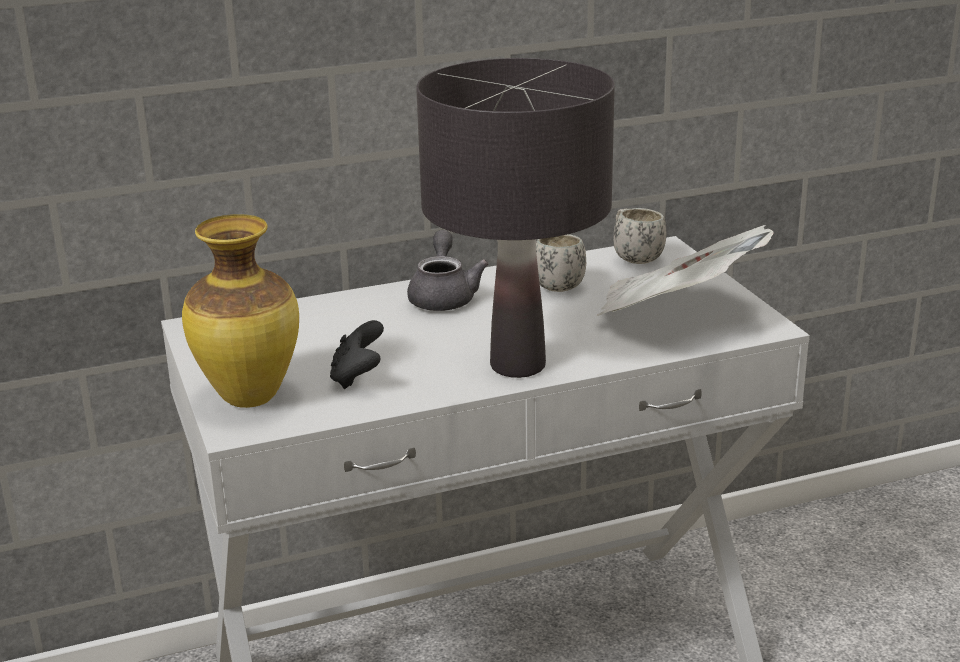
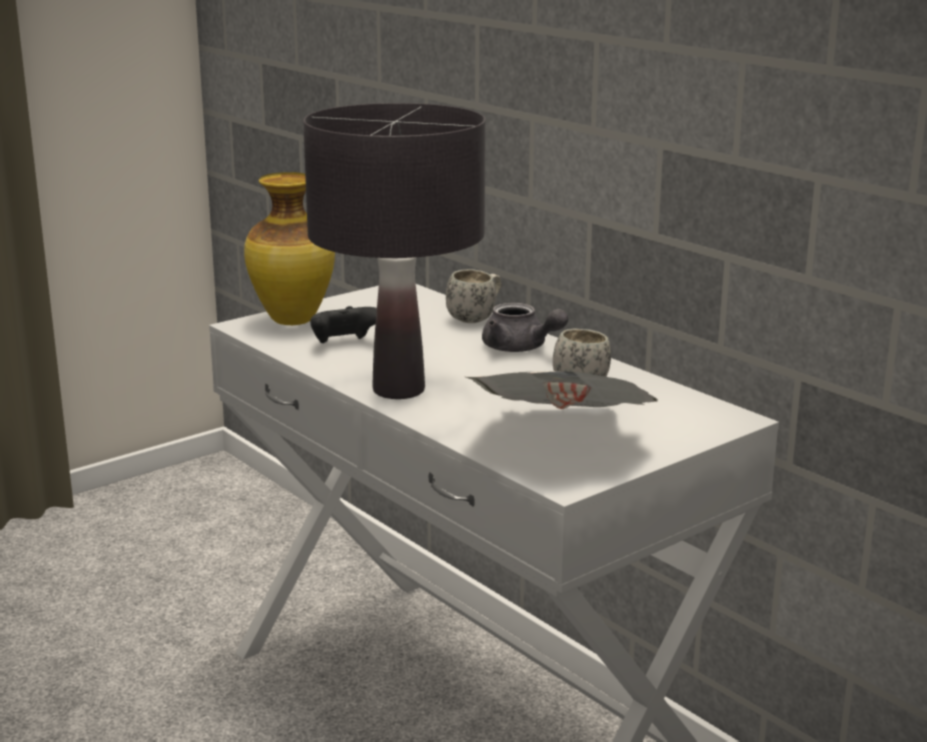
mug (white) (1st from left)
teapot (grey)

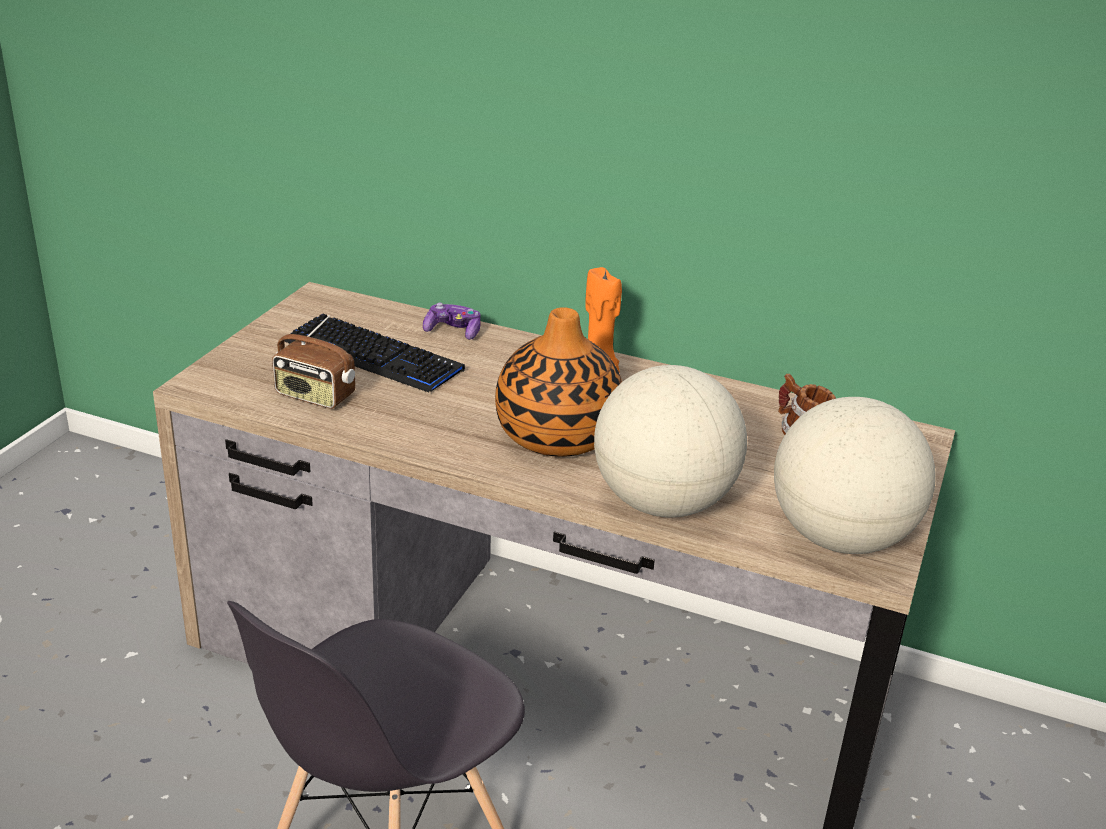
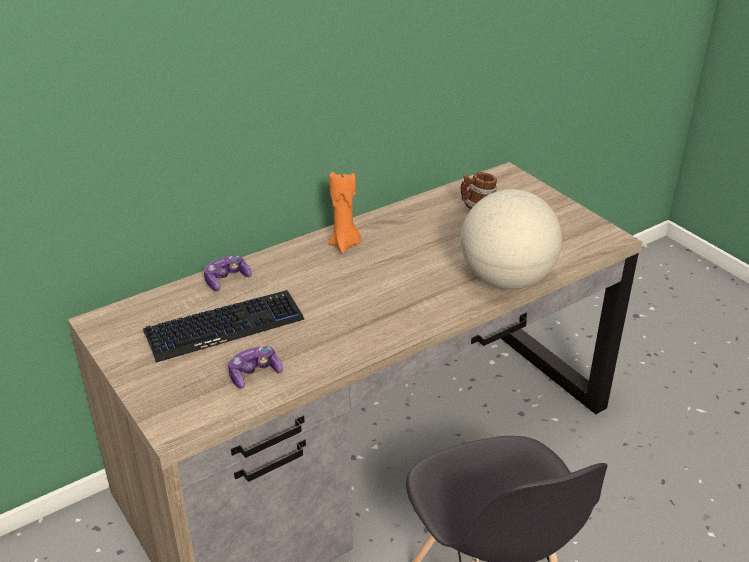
game controller (2nd from left)
vase
globe (2nd from left in the first image)

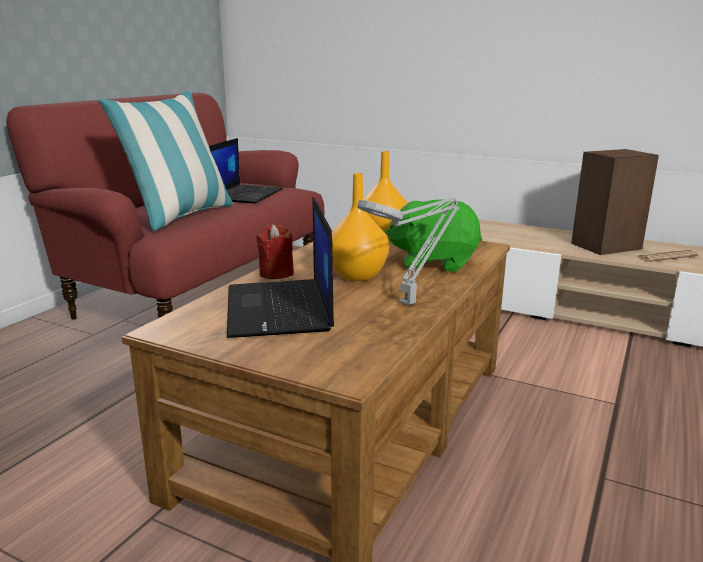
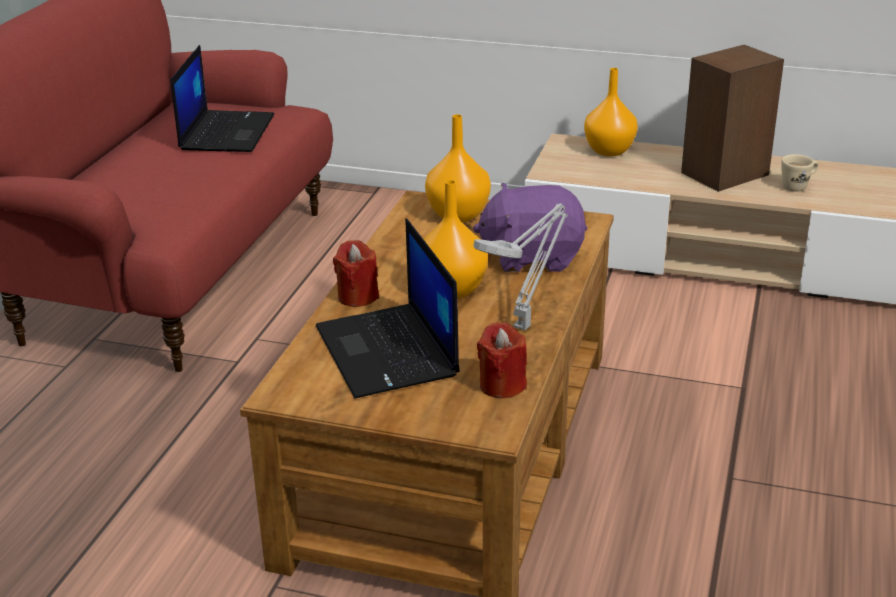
plush toy (purple)
candle (red) (2nd from left)
vase (orange) (3rd from left)
mug (beige)
pillow

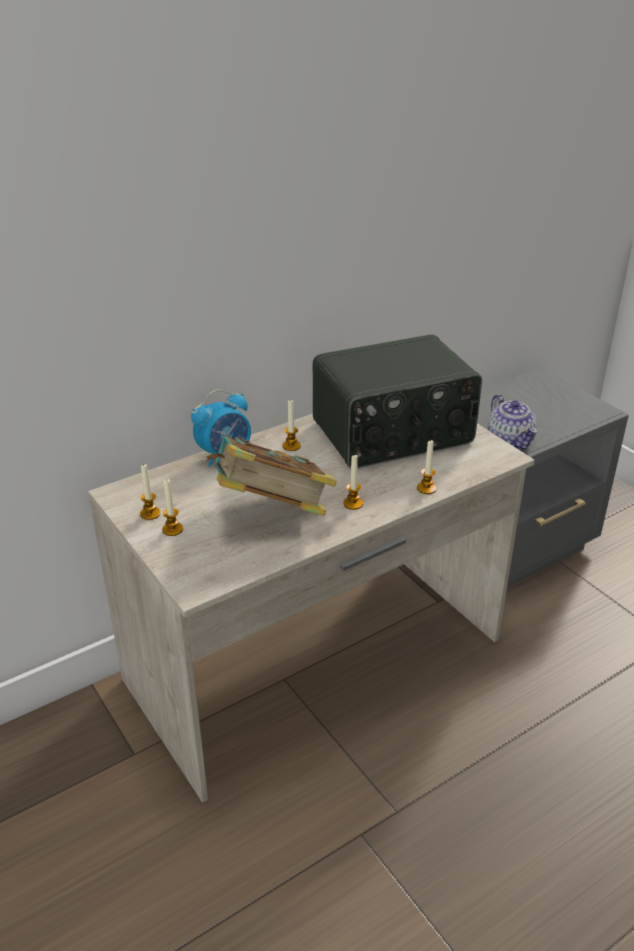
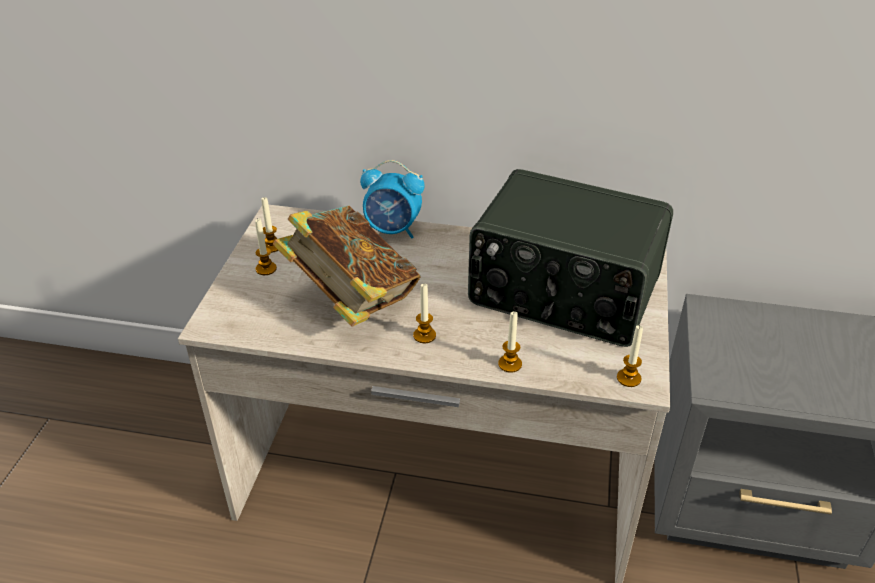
candle (5th from left)
teapot

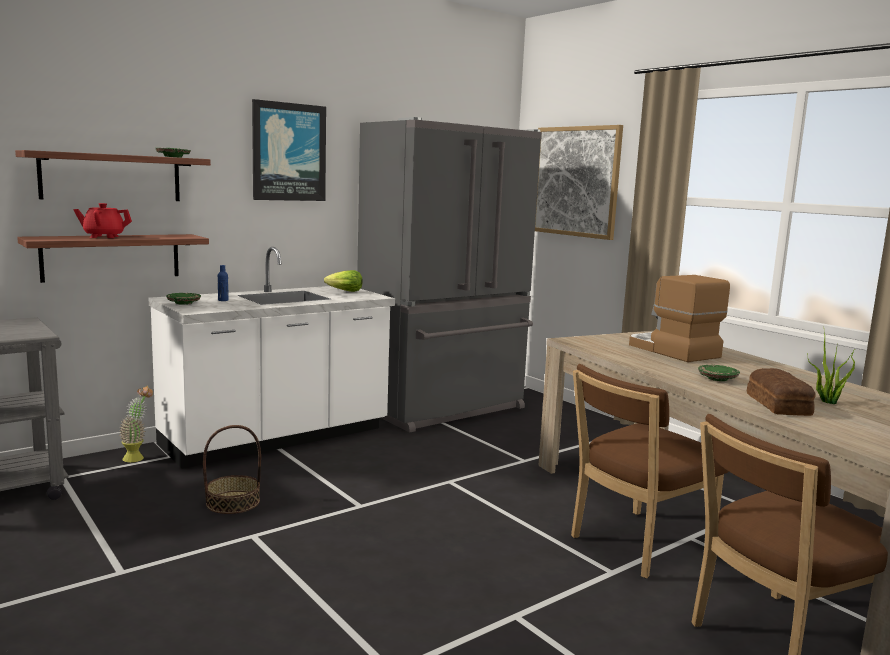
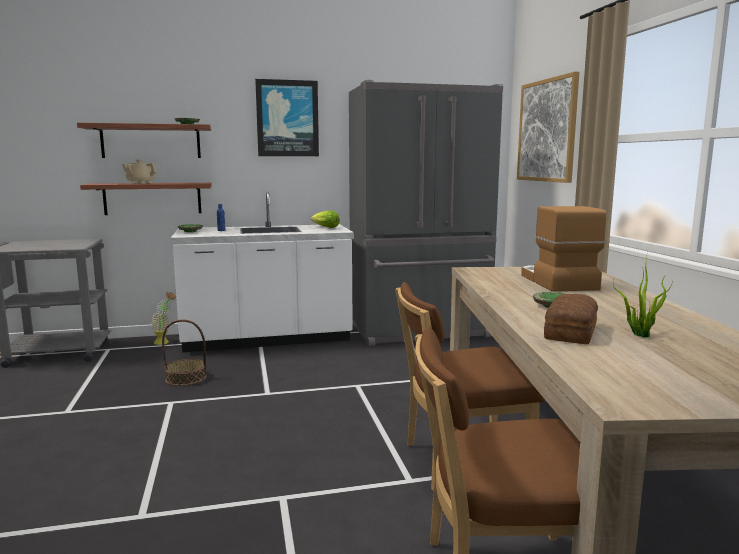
teapot (beige)

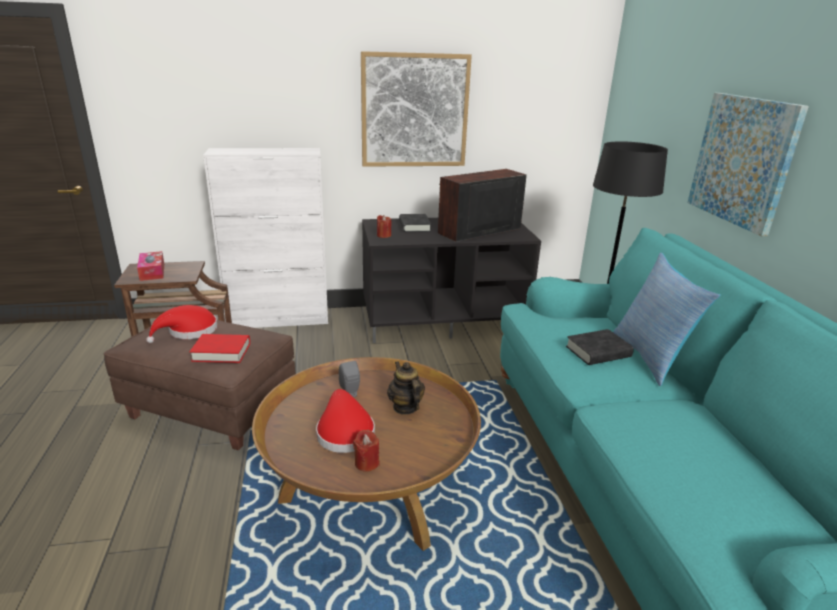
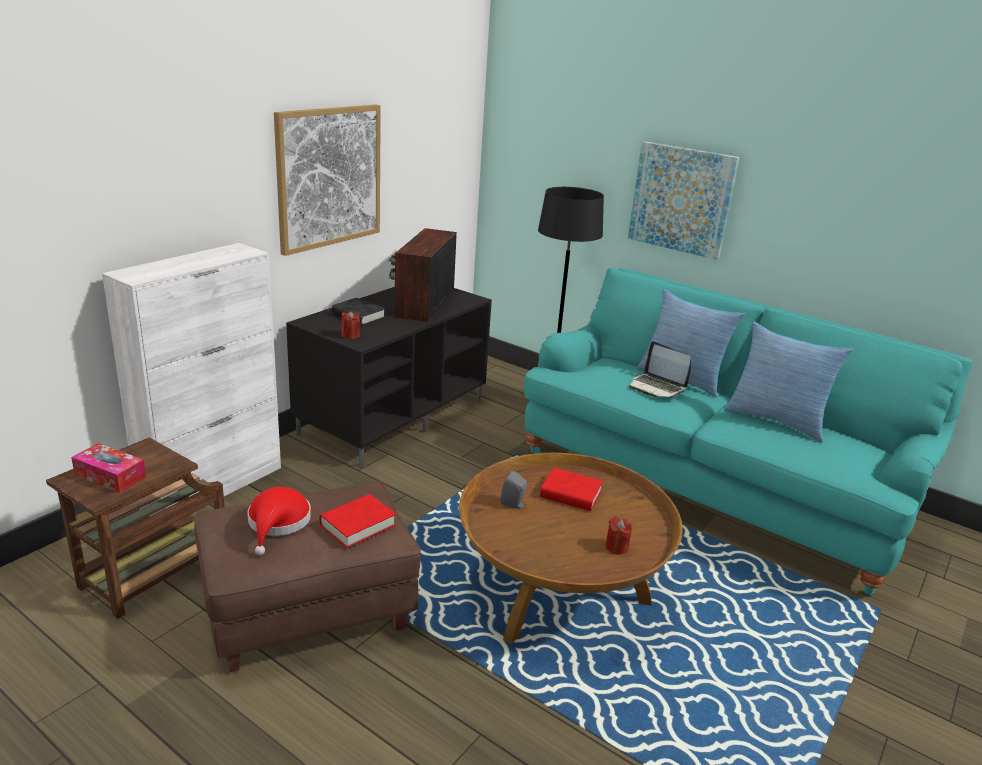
book (red) (2nd from left)
laptop
pillow (2nd from left)
hat (red) (2nd from left in the first image)

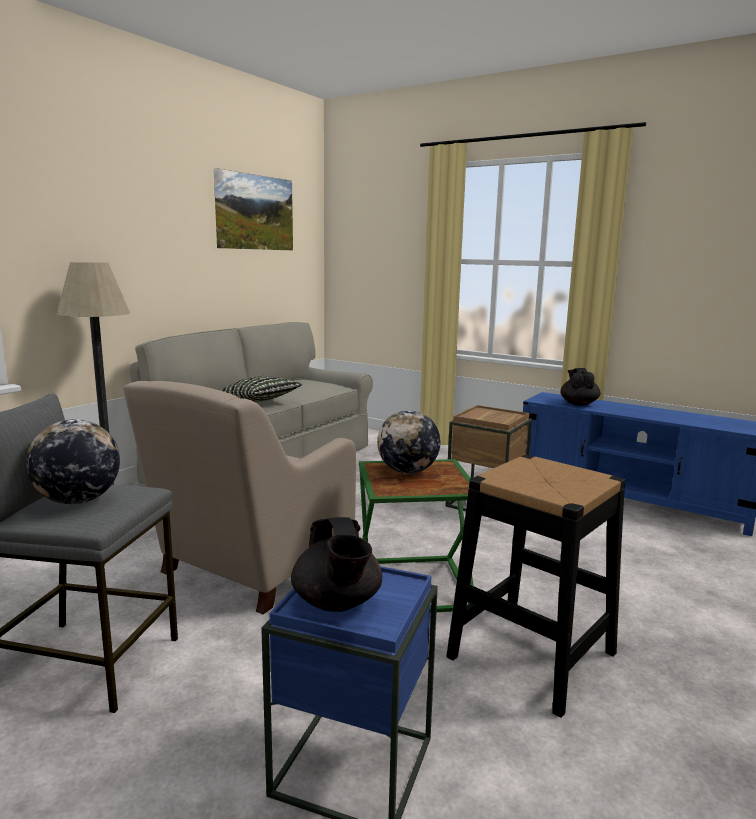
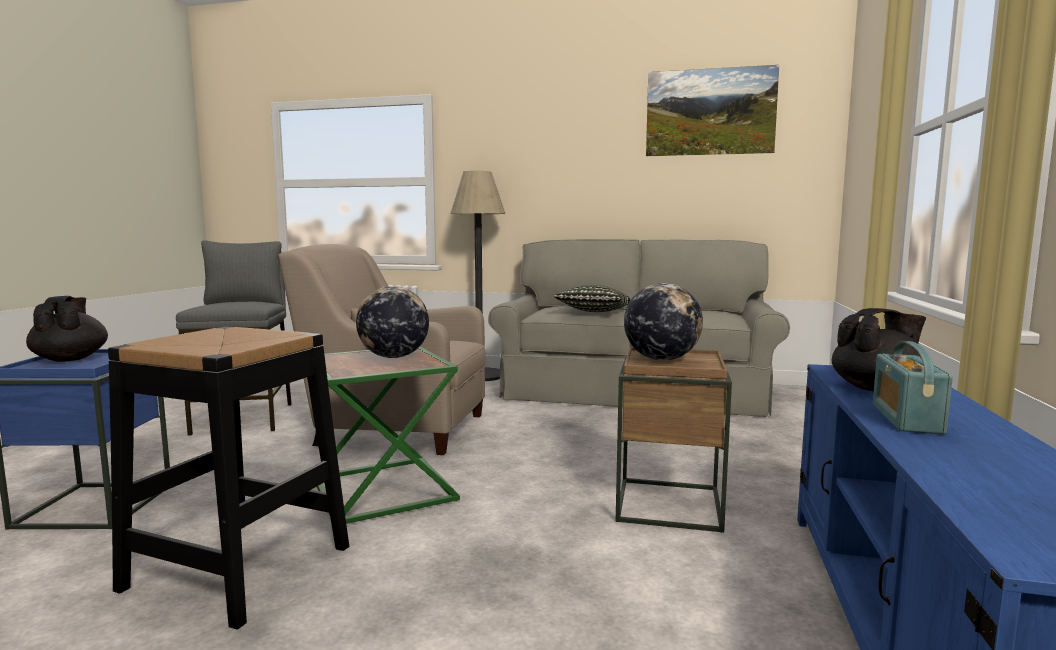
teapot (black) (1st from left)
globe (2nd from left)
radio

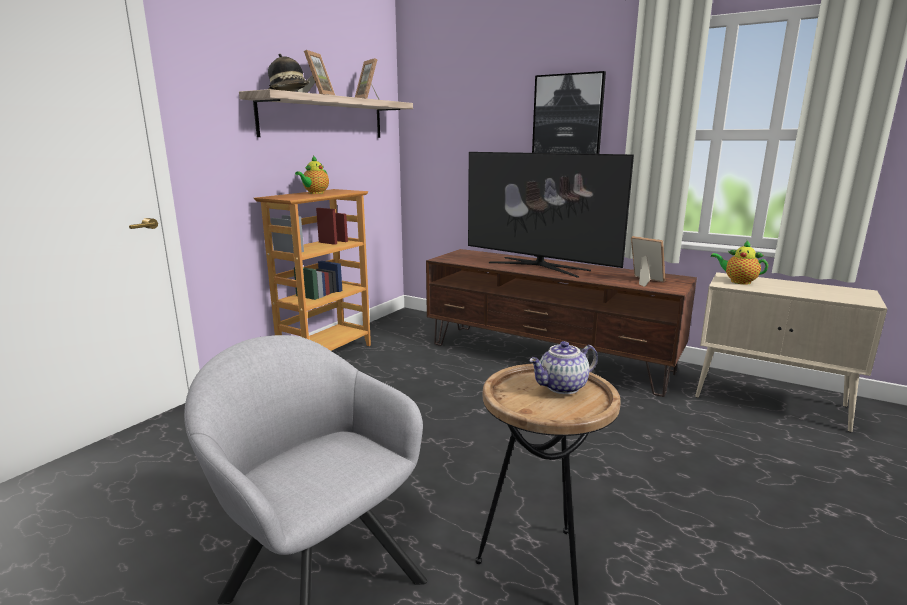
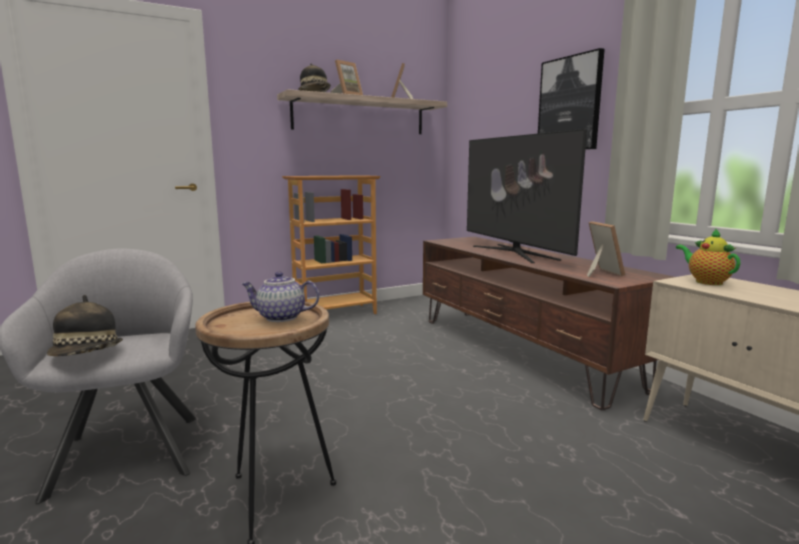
hat (1st from left)
teapot (1st from left in the first image)

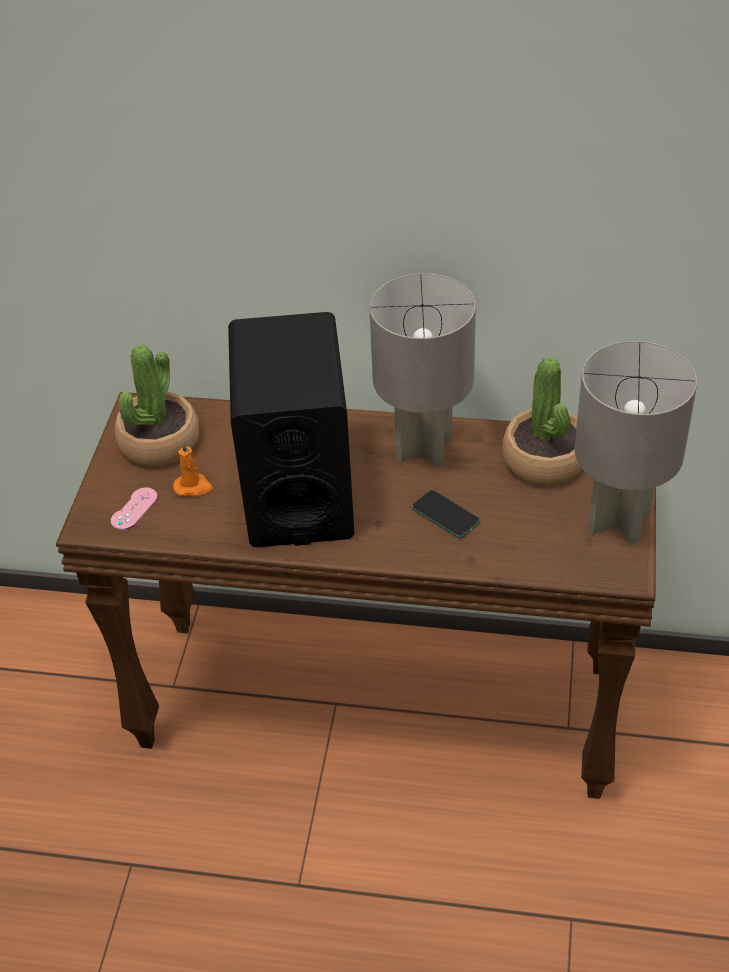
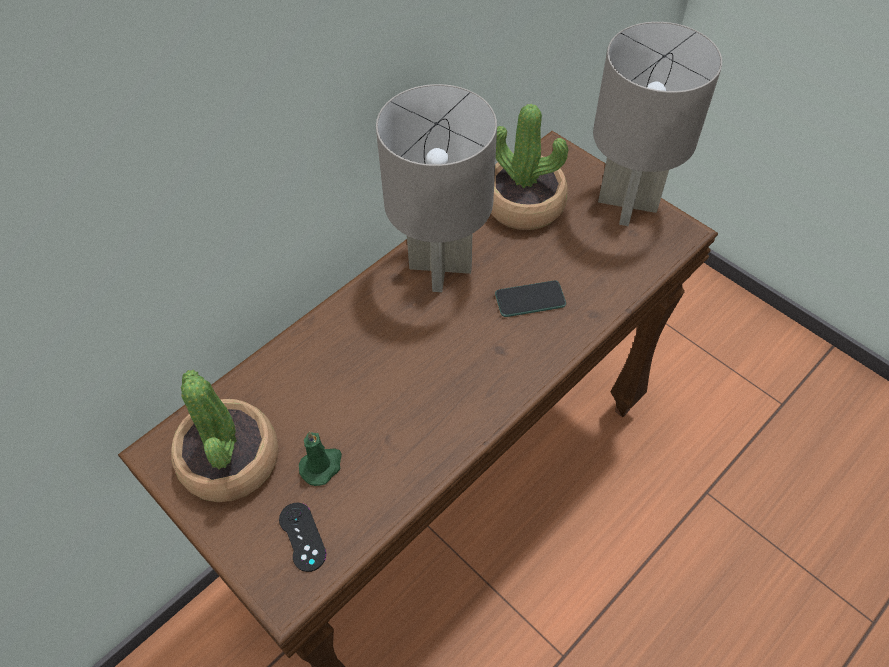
game controller (black)
candle (green)
speaker (black)

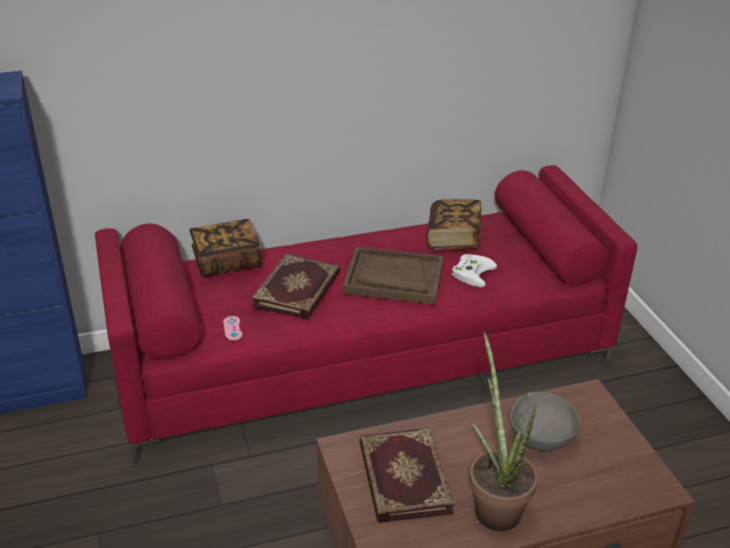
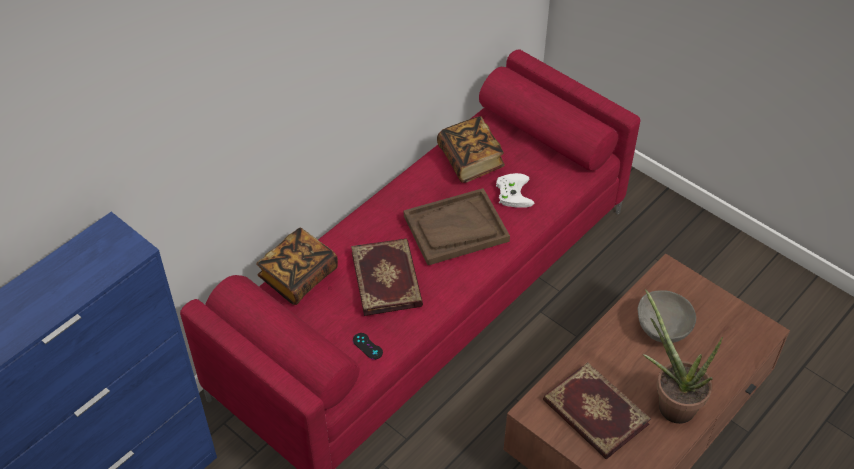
game controller (black)

